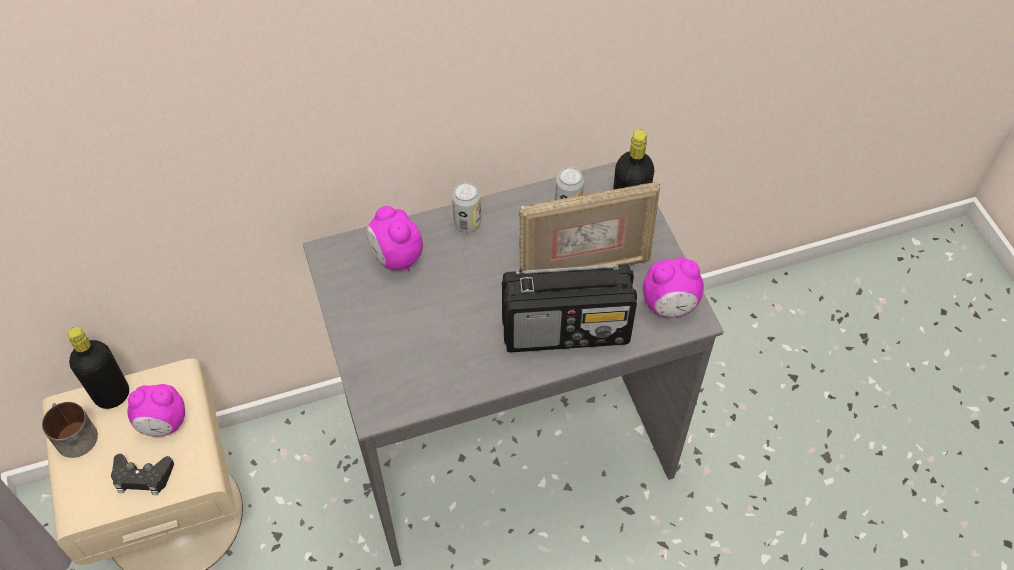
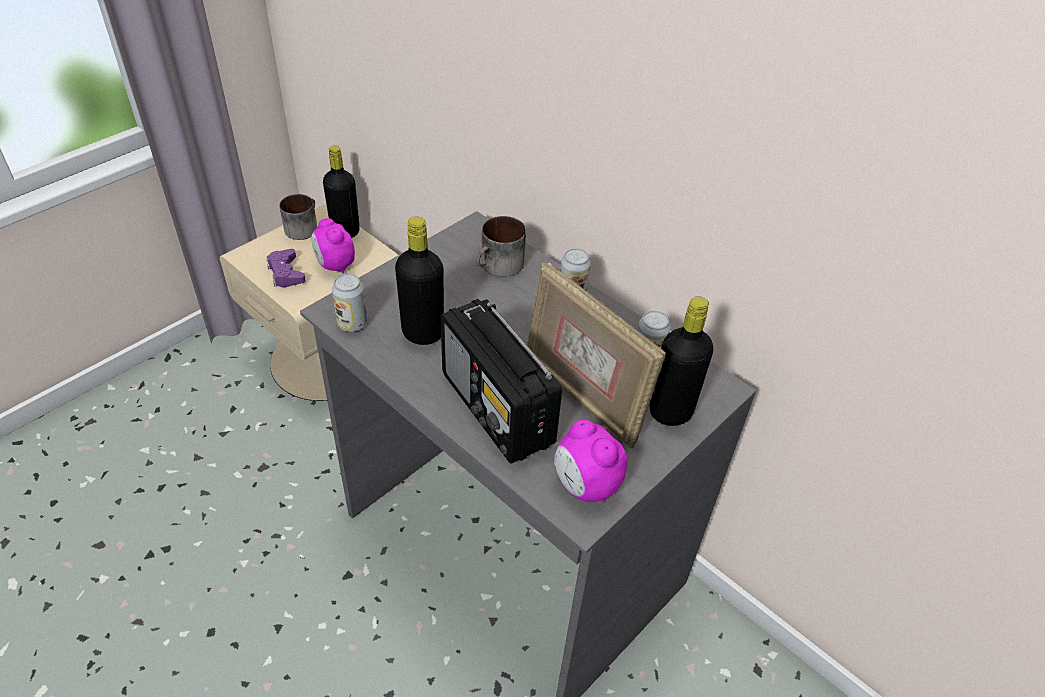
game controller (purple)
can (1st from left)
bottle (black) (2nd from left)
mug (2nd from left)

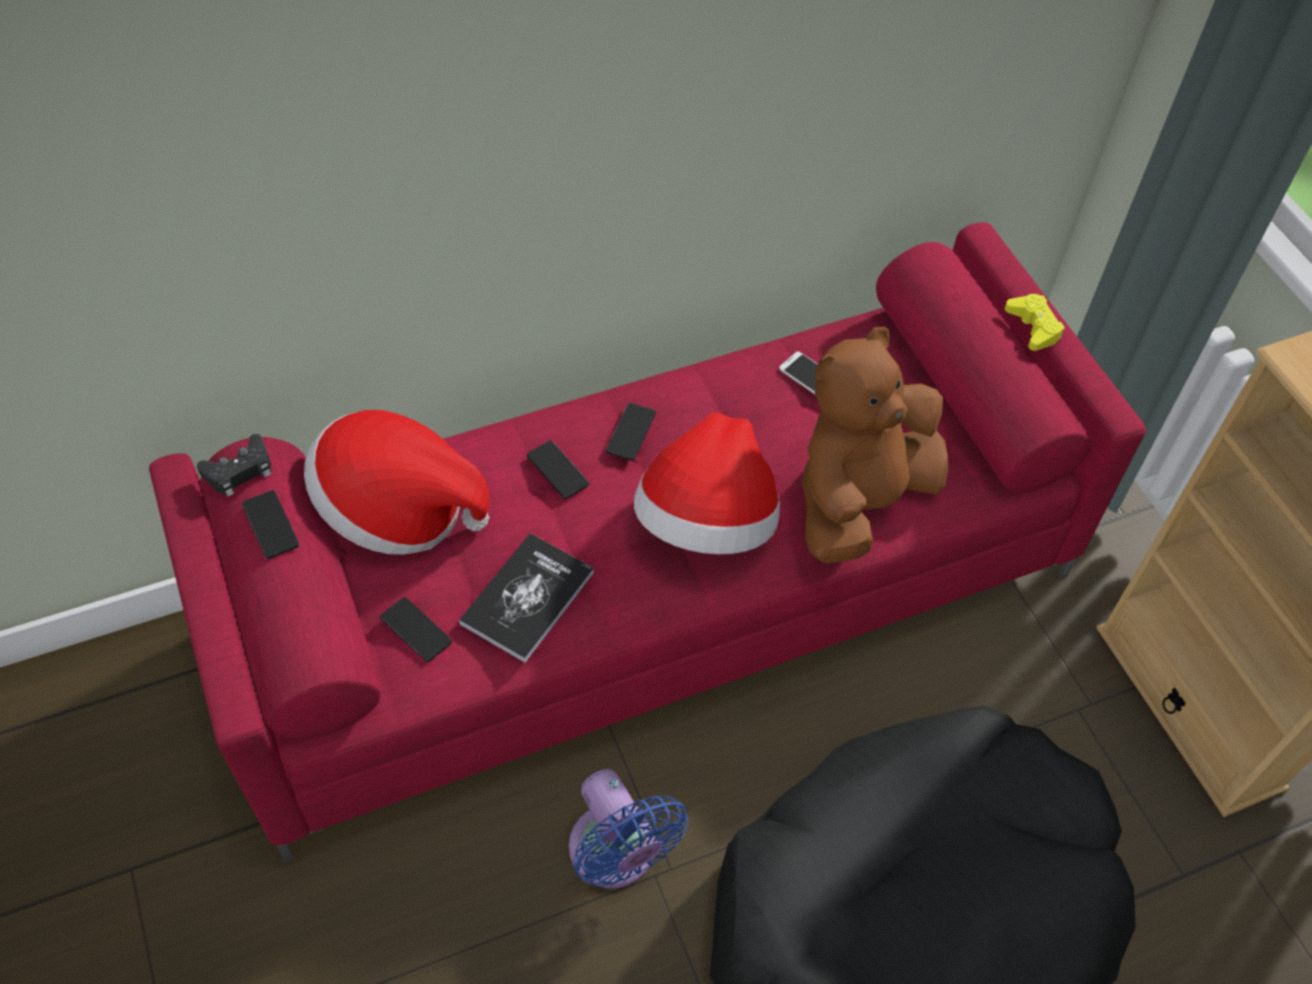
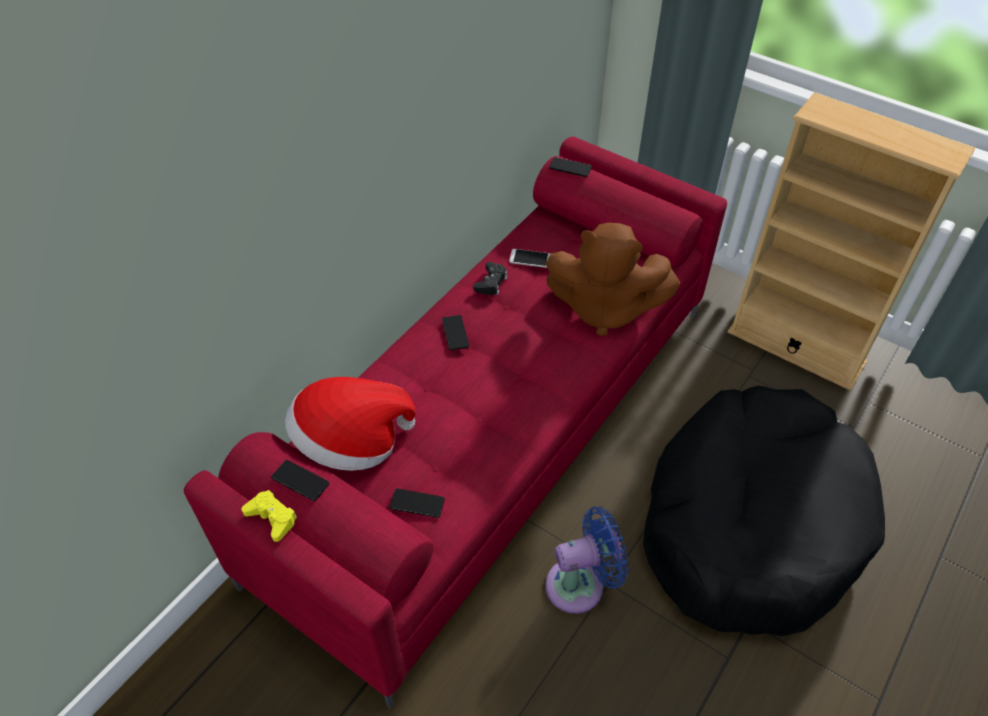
game controller (yellow)
game controller (black)
fan (blue)
plush toy (brown)
phone (5th from left)
book
hat (2nd from left in the first image)

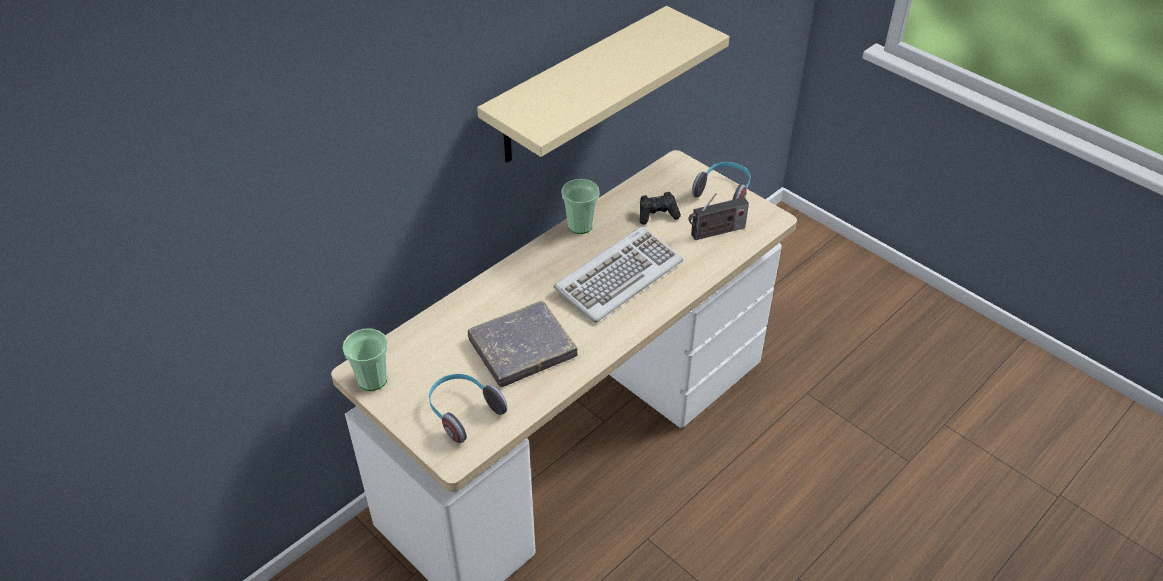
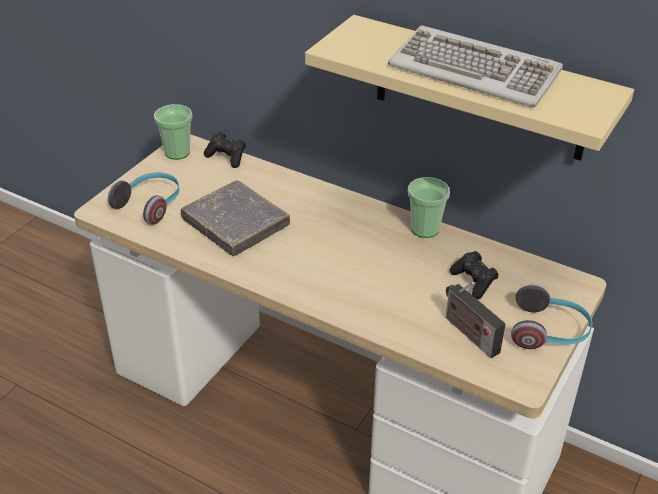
game controller (black) (1st from left)
keyboard

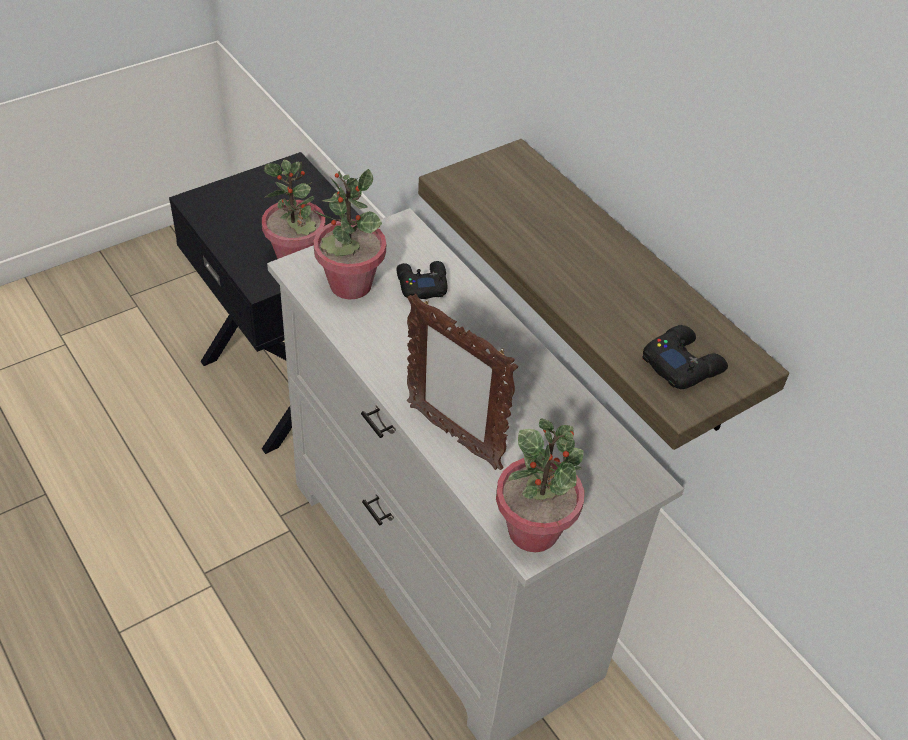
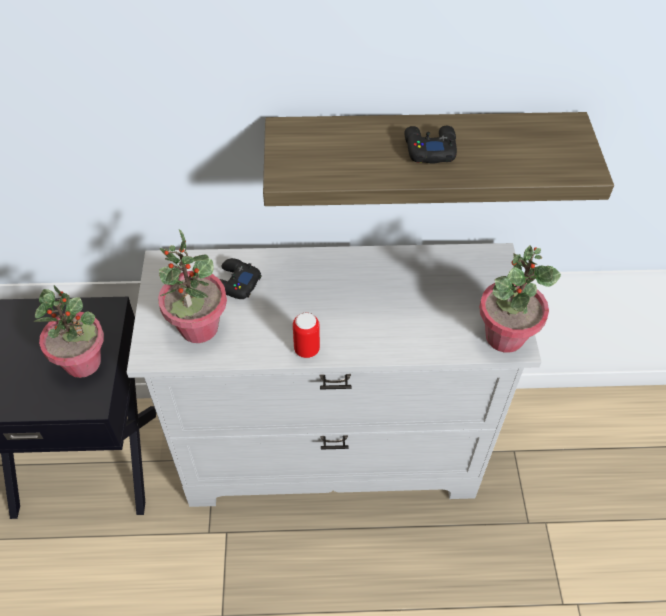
can
game controller (black) (2nd from left)
picture frame

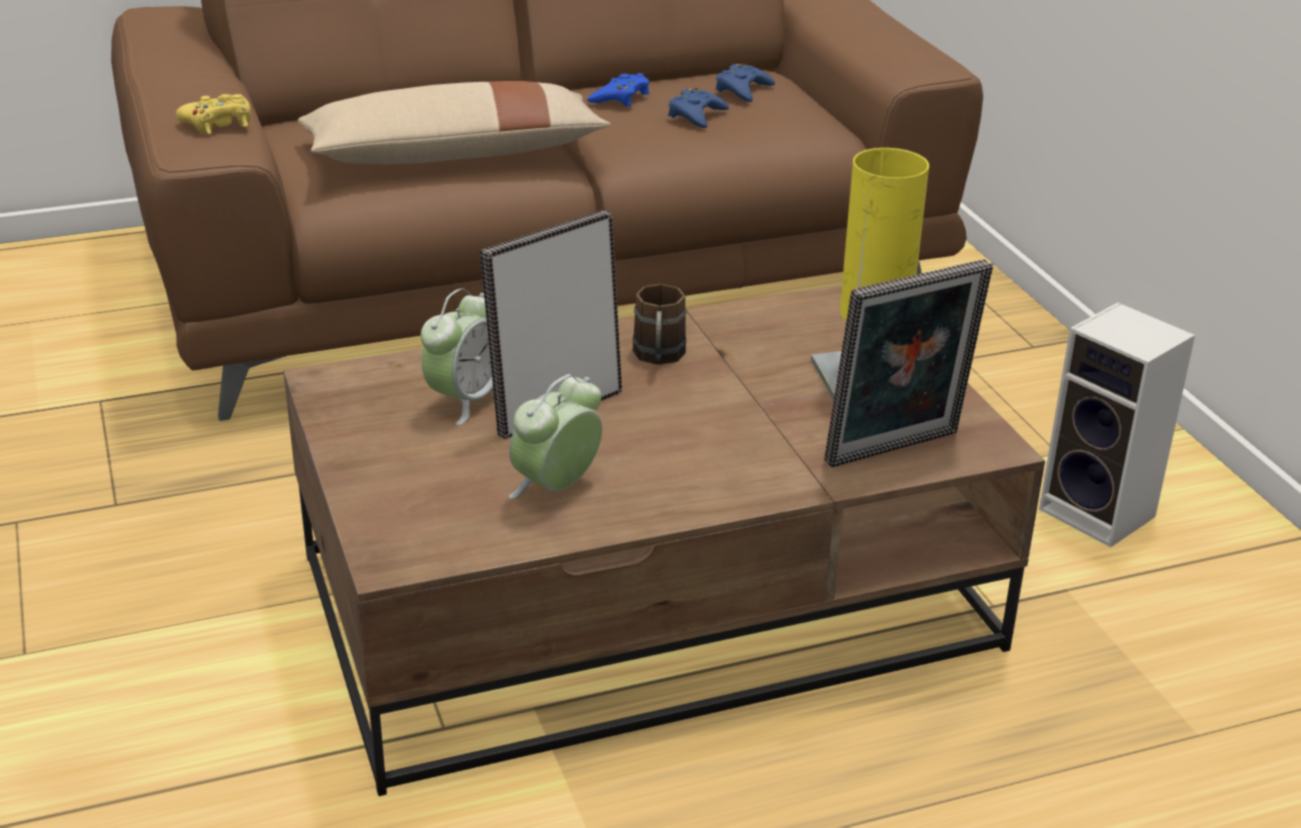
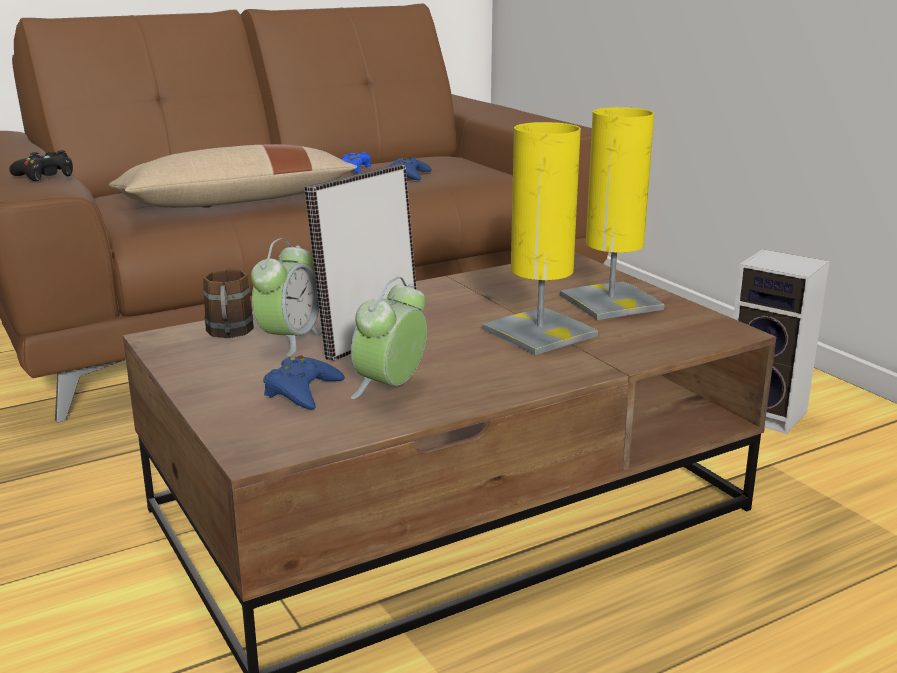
game controller (black)
mug (brown)
game controller (blue) (1st from left)
table lamp (yellow) (1st from left)
picture frame (2nd from left in the first image)

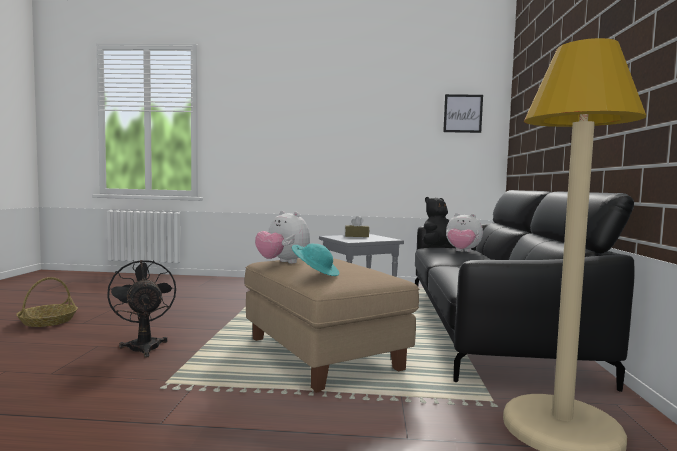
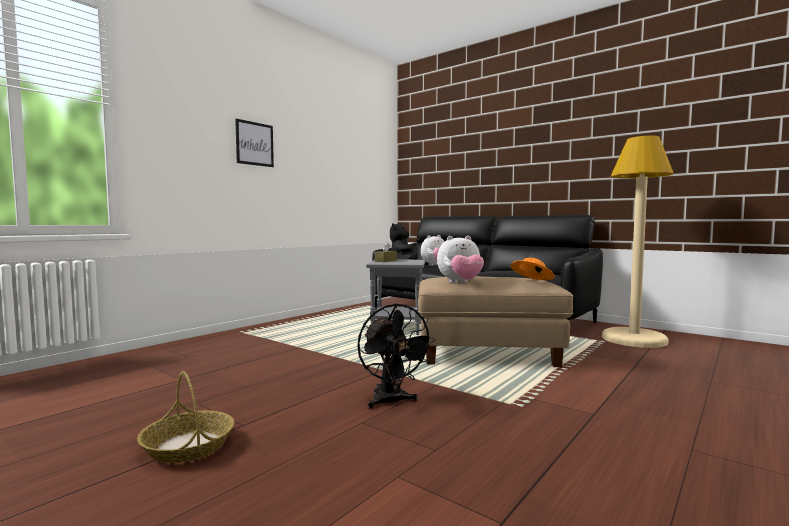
picture
fan (black)
hat (orange)

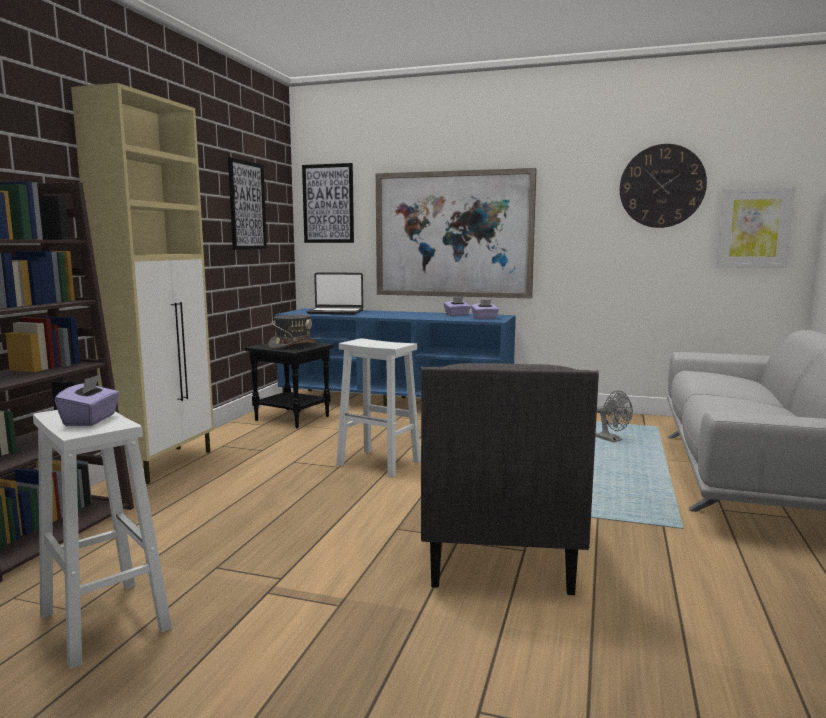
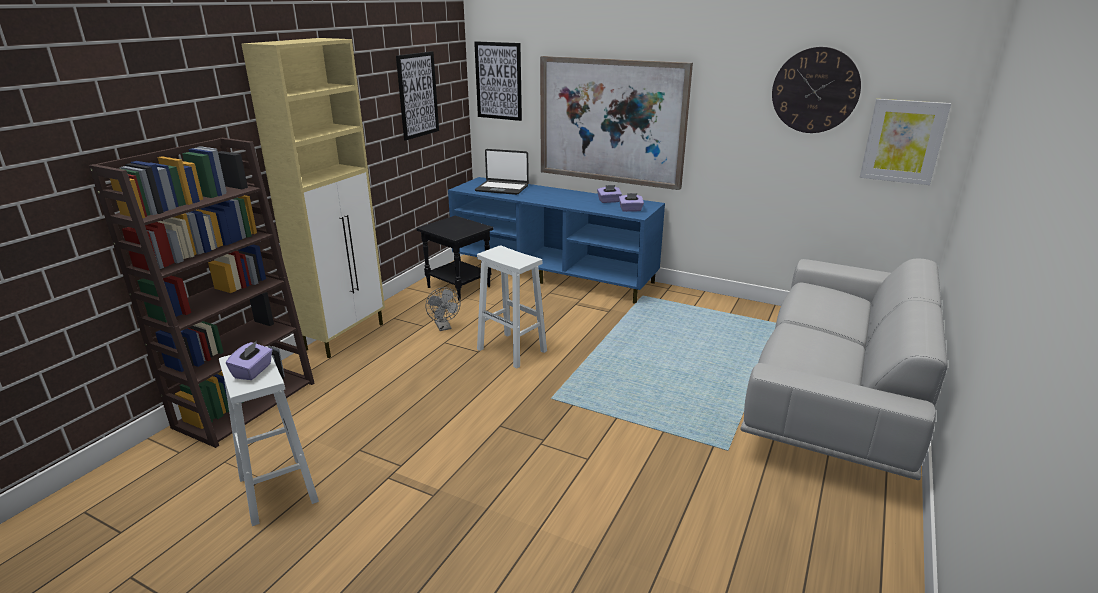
fan (grey)
hat (grey)
armchair (grey)

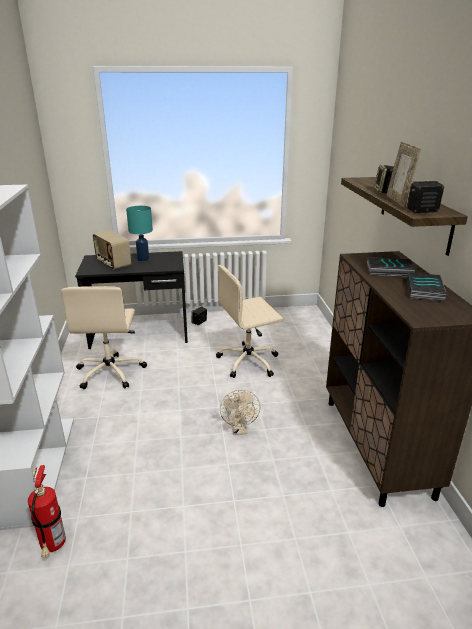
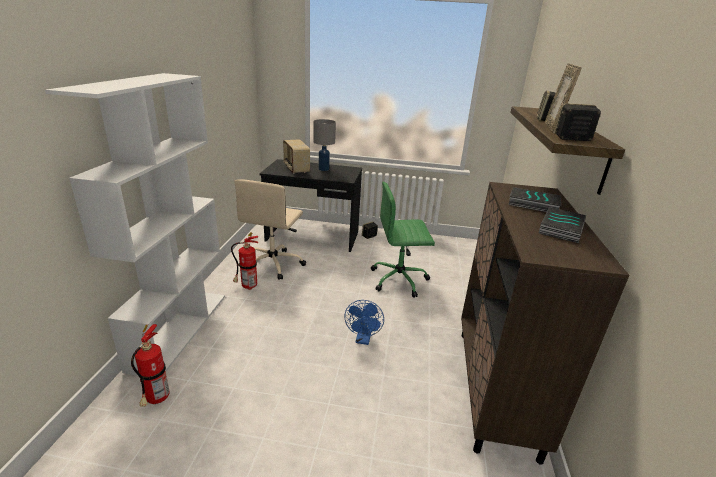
fire extinguisher (2nd from left)
table lamp (grey)
fan (blue)
office chair (green)

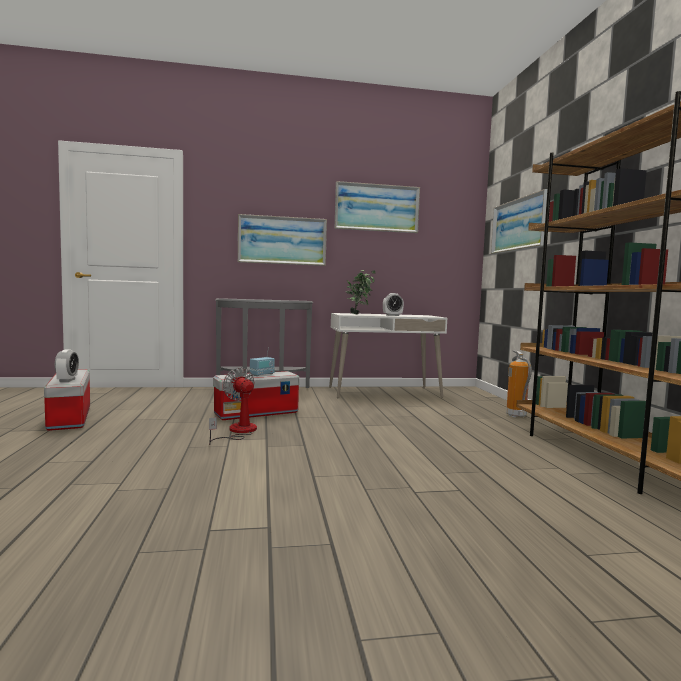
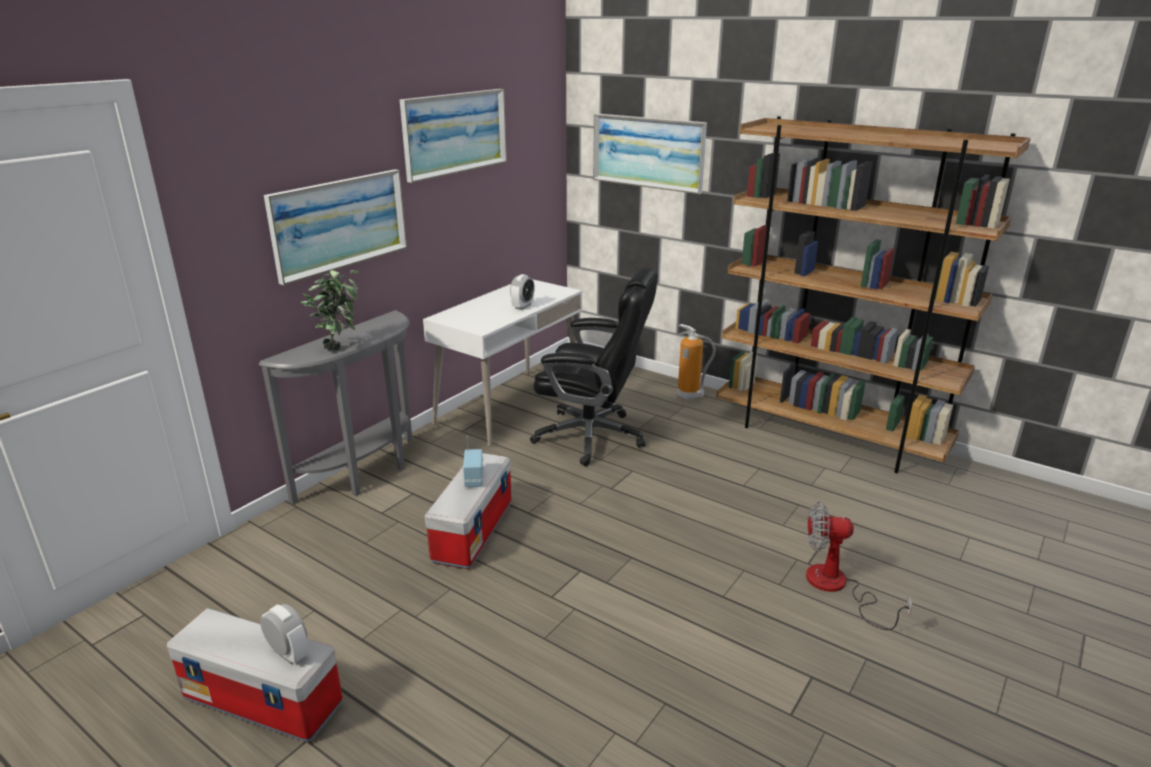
potted plant
office chair (black)
fan

